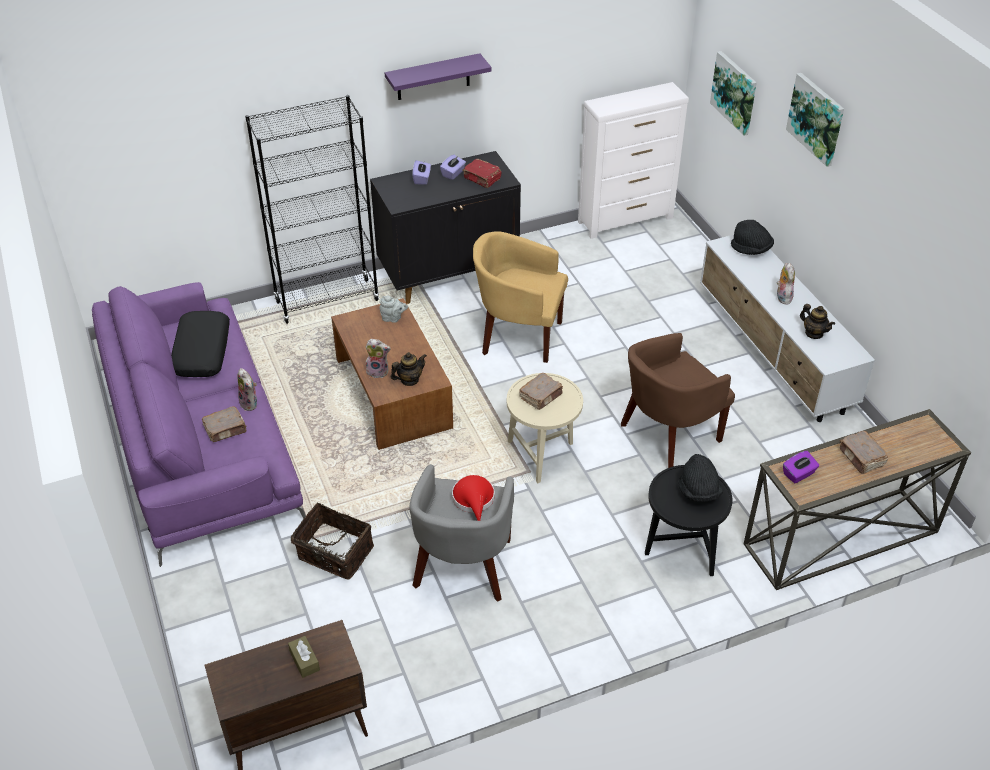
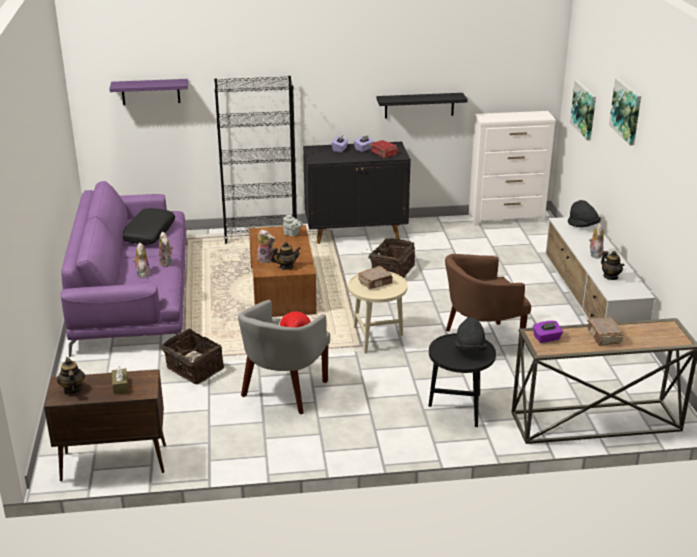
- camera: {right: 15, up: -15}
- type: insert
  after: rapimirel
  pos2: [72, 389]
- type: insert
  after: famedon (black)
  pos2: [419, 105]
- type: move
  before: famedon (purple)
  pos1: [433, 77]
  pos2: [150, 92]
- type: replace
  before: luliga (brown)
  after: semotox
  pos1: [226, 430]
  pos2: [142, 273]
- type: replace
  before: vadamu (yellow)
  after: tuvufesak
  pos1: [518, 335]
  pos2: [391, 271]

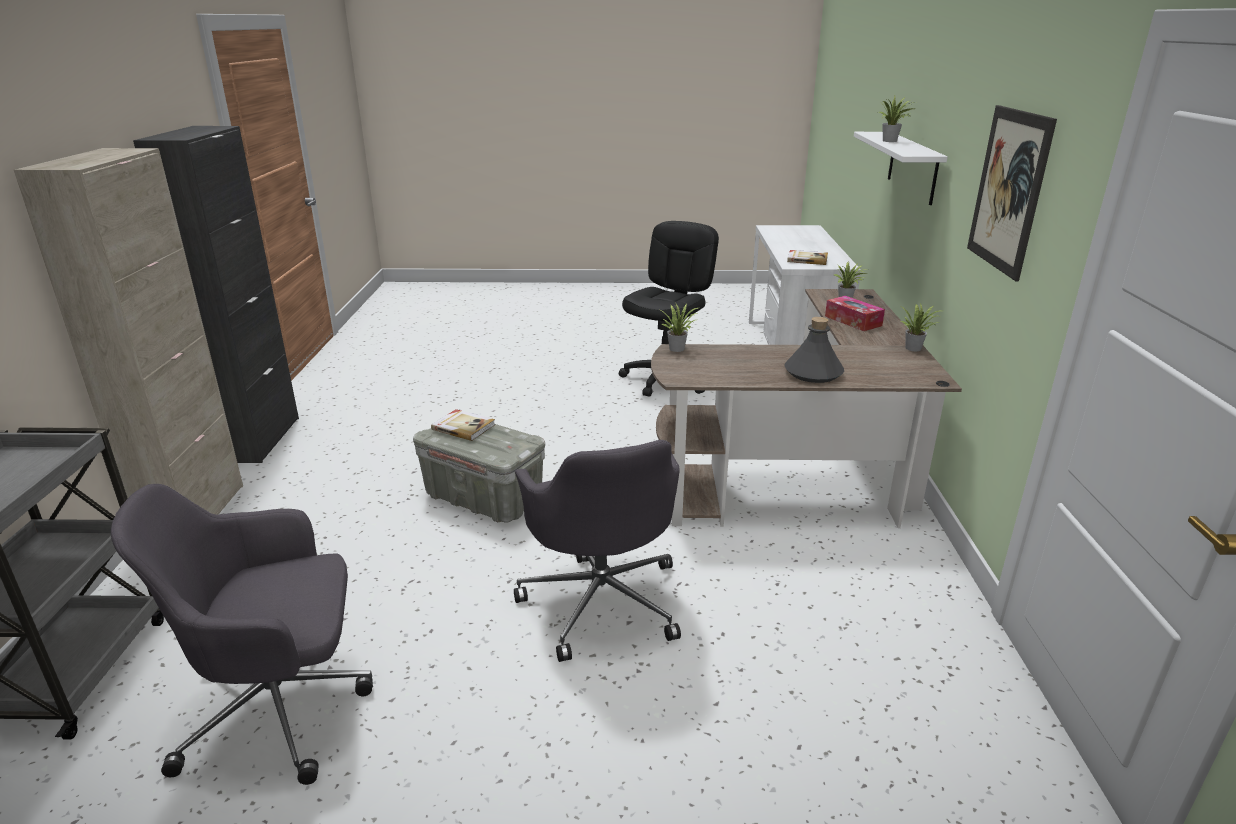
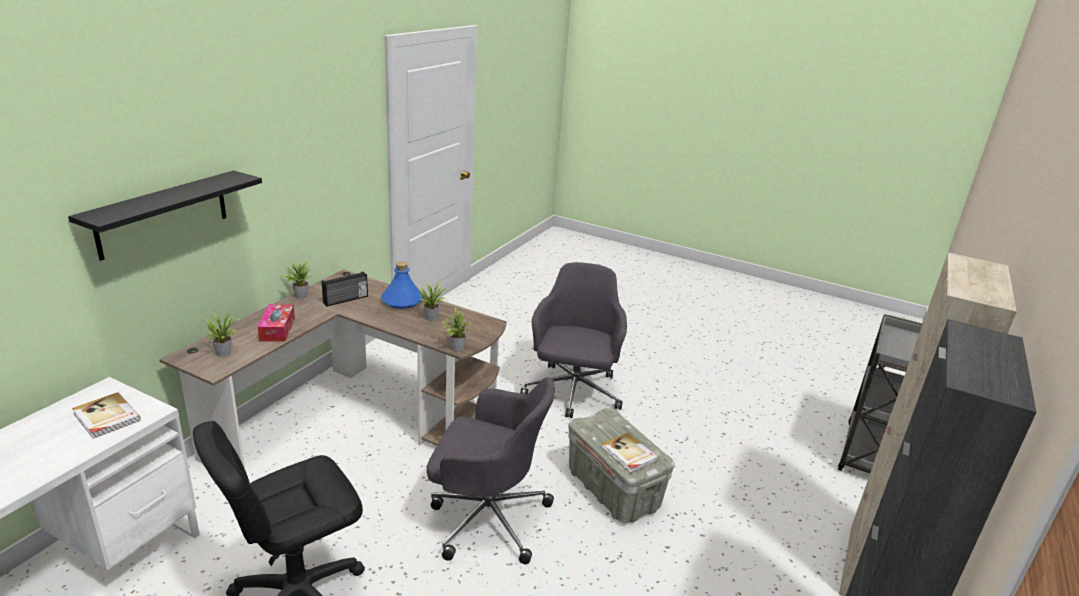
- camera: {right: -155, up: 0}
- type: delete
  before: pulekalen
  pos1: [1008, 190]
- type: insert
  after: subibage
  pos2: [346, 300]
- type: move
  before: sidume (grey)
  pos1: [281, 707]
  pos2: [486, 517]
- type: move
  before: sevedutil
  pos1: [891, 141]
  pos2: [431, 317]
- type: recolor
  before: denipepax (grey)
  after: denipepax (blue)
  pos1: [812, 373]
  pos2: [402, 301]
- type: recolor
  before: famedon (white)
  after: famedon (black)
  pos1: [912, 167]
  pos2: [163, 214]

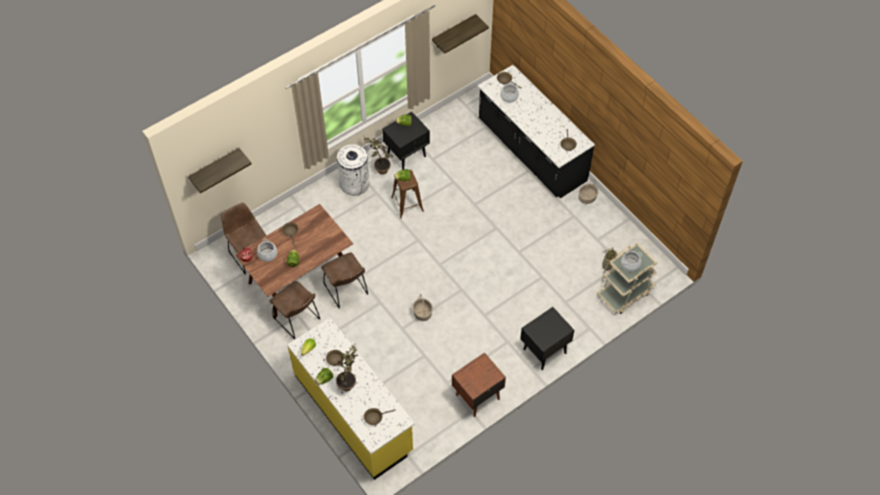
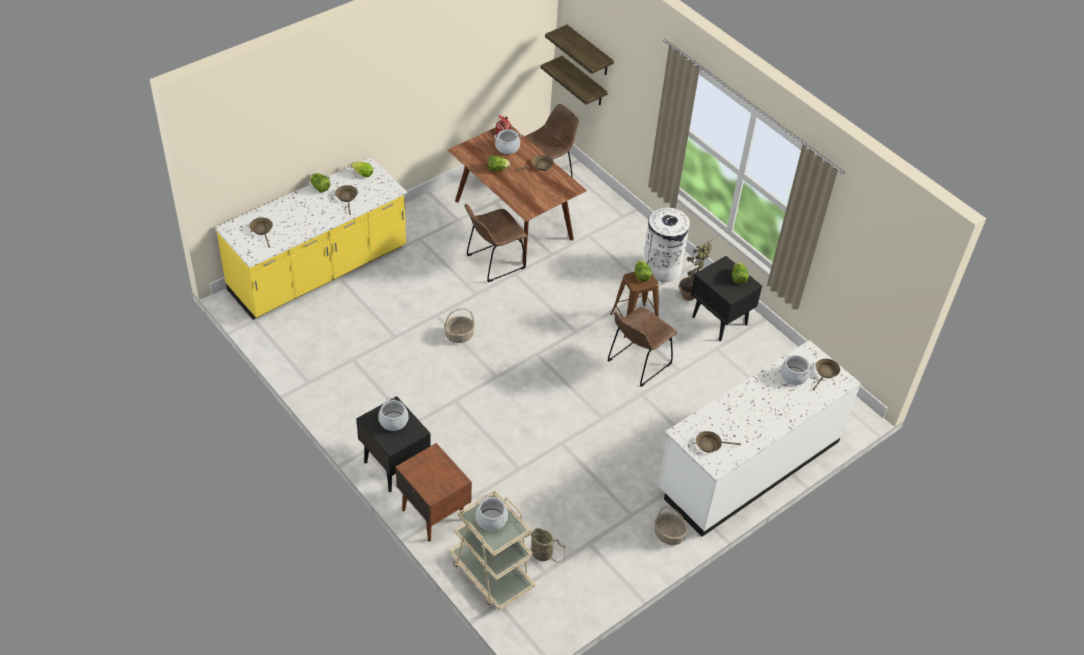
- camera: {right: 85, up: -10}
- type: delete
  before: sevedutil
  pos1: [349, 382]
- type: insert
  after: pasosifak
  pos2: [393, 421]
- type: move
  before: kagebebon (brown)
  pos1: [298, 320]
  pos2: [637, 364]
- type: move
  before: famedon
  pos1: [453, 32]
  pos2: [583, 82]
- type: move
  before: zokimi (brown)
  pos1: [477, 397]
  pos2: [433, 513]
- type: recolor
  before: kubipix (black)
  after: kubipix (white)
  pos1: [531, 151]
  pos2: [748, 465]

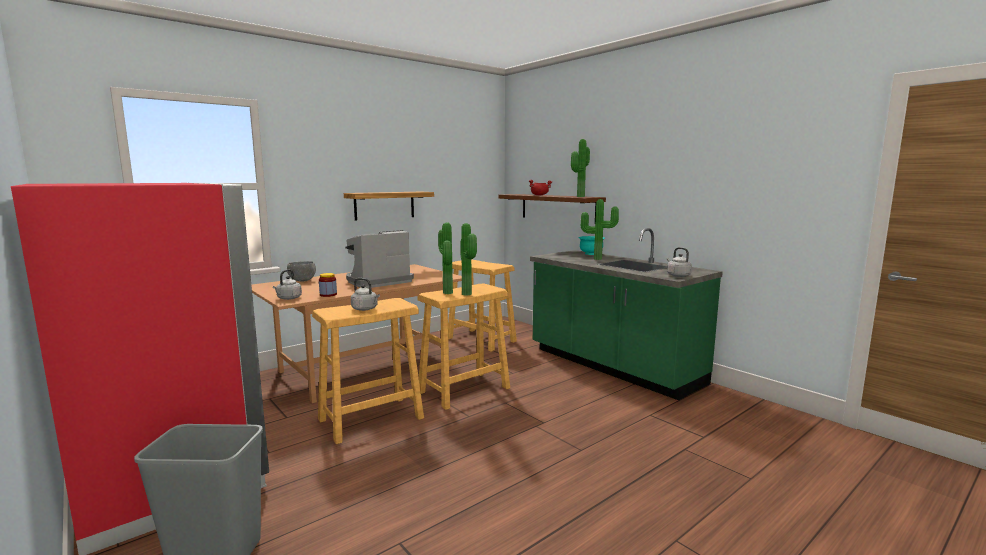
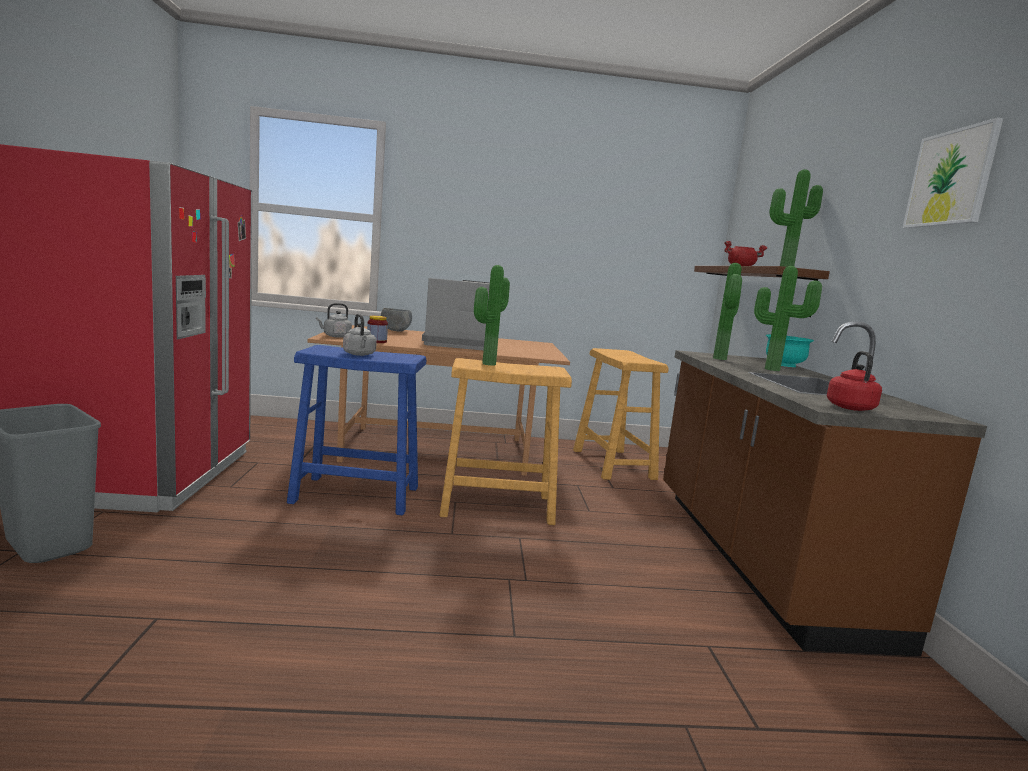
- camera: {right: 35, up: 0}
- type: delete
  before: famedon
  pos1: [384, 205]
- type: insert
  after: pulekalen
  pos2: [951, 178]
- type: move
  before: sevedutil
  pos1: [468, 294]
  pos2: [722, 359]
- type: recolor
  before: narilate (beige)
  after: narilate (blue)
  pos1: [370, 419]
  pos2: [355, 494]
- type: recolor
  before: kubipix (green)
  after: kubipix (brown)
  pos1: [612, 366]
  pos2: [756, 557]
- type: recolor
  before: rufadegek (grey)
  after: rufadegek (red)
  pos1: [677, 275]
  pos2: [849, 407]

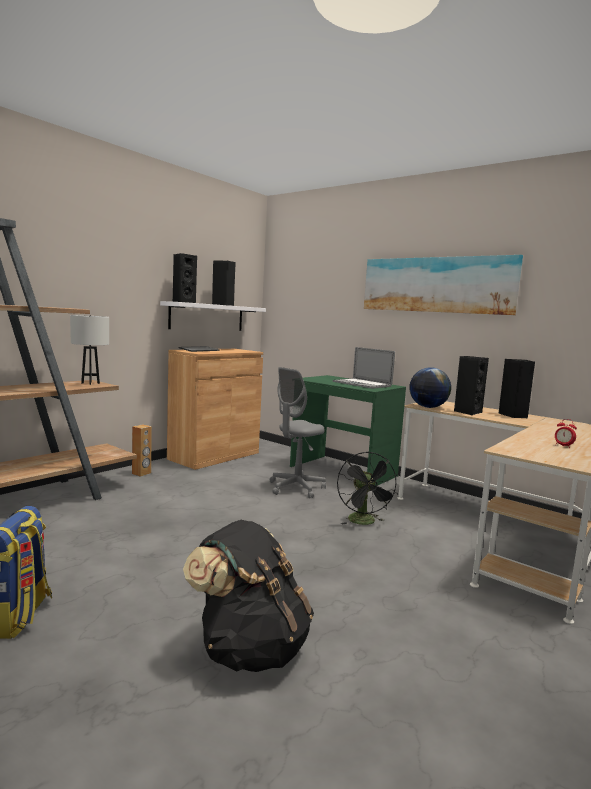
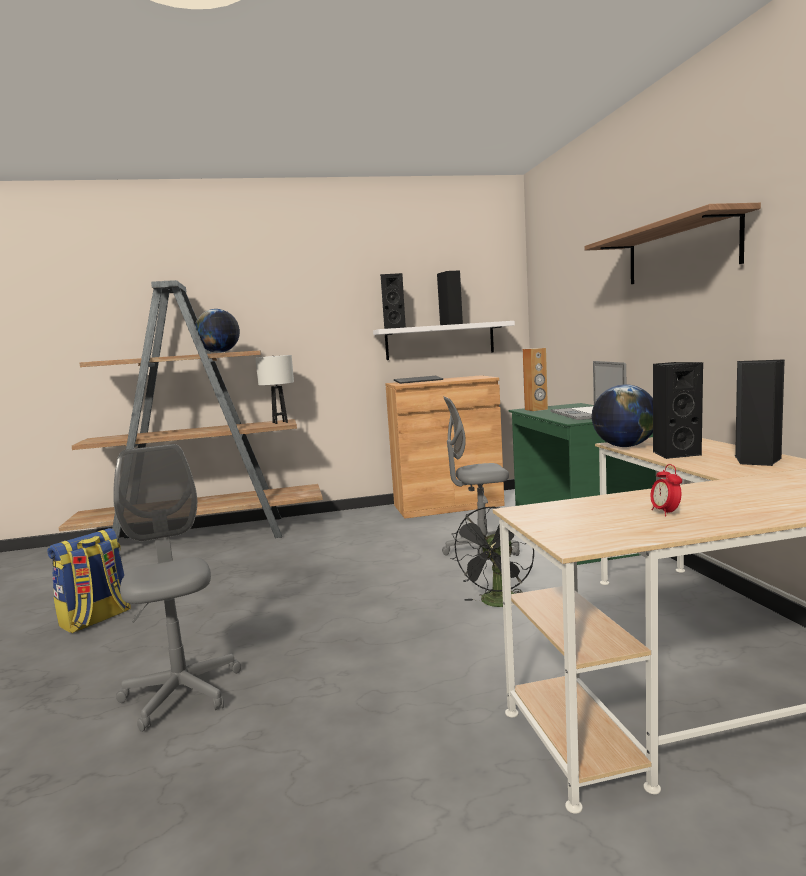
- camera: {right: 40, up: 0}
- type: insert
  after: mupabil
  pos2: [219, 352]
- type: move
  before: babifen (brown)
  pos1: [141, 473]
  pos2: [536, 409]
- type: replace
  before: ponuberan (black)
  after: sidume (grey)
  pos1: [249, 648]
  pos2: [181, 693]
- type: replace
  before: pulekalen
  after: famedon
  pos1: [436, 285]
  pos2: [680, 251]

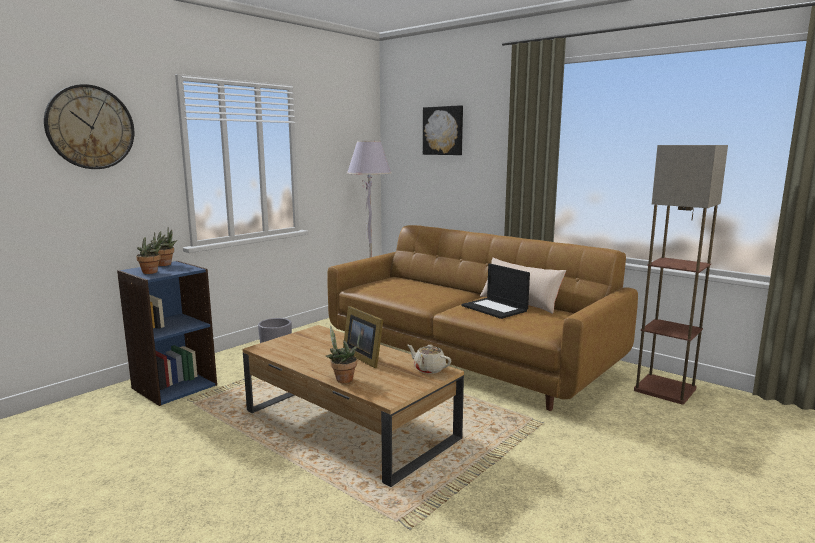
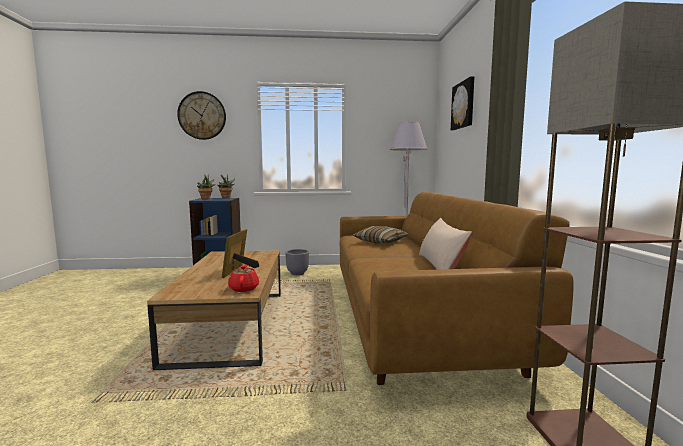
- camera: {right: 45, up: -5}
- type: delete
  before: sevedutil
  pos1: [342, 379]
- type: delete
  before: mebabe
  pos1: [495, 308]
- type: insert
  after: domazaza
  pos2: [380, 241]
- type: recolor
  before: rapimirel (beige)
  after: rapimirel (red)
  pos1: [429, 369]
  pos2: [244, 288]

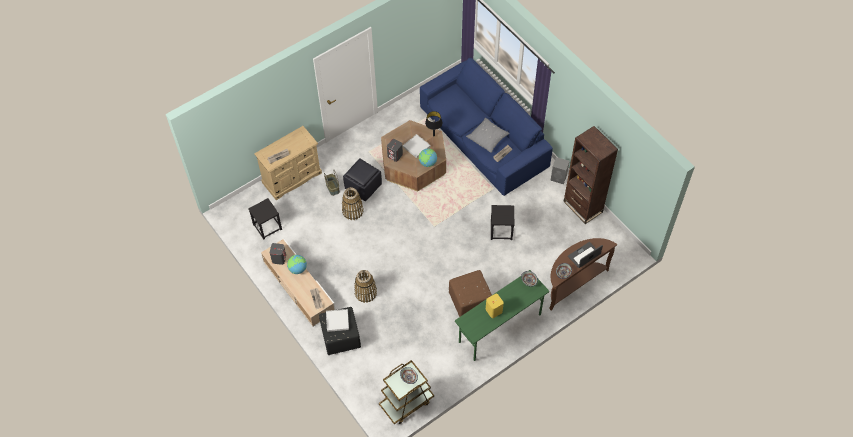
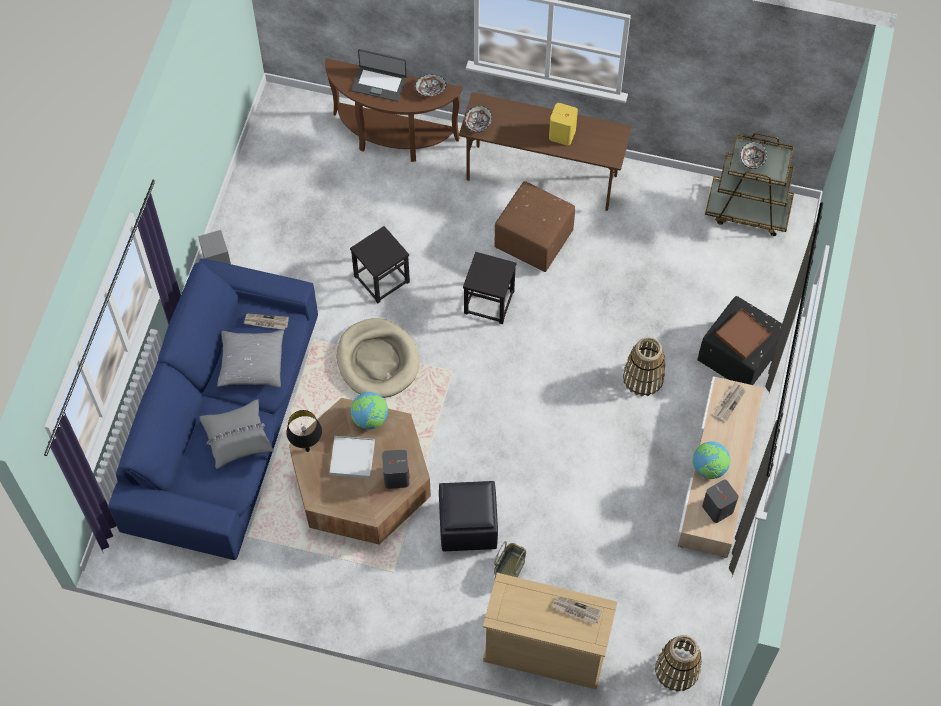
- camera: {right: -130, up: 5}
- type: delete
  before: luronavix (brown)
  pos1: [582, 207]
- type: insert
  after: domazaza (grey)
  pos2: [237, 437]
- type: insert
  after: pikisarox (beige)
  pos2: [378, 360]
- type: move
  before: narilate (black)
  pos1: [267, 227]
  pos2: [489, 301]
- type: move
  before: tuvufesak
  pos1: [352, 211]
  pos2: [677, 670]
- type: recolor
  before: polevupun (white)
  after: polevupun (brown)
  pos1: [337, 321]
  pos2: [742, 335]
- type: recolor
  before: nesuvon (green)
  after: nesuvon (brown)
  pos1: [500, 329]
  pos2: [542, 177]

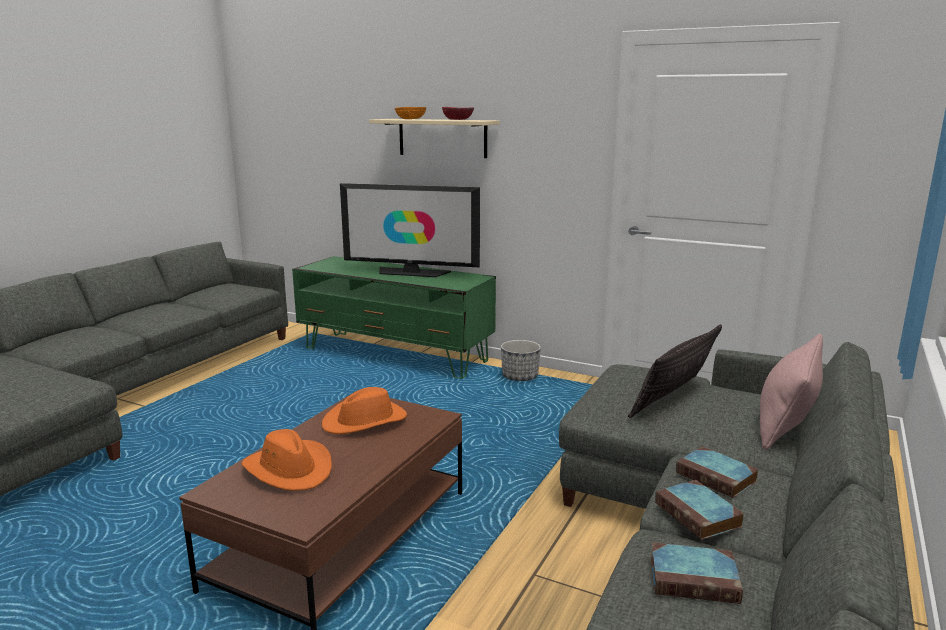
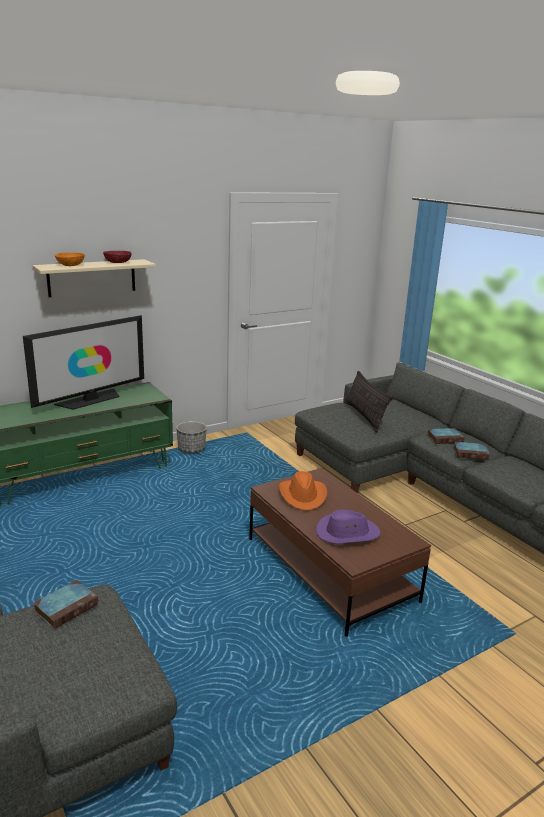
- camera: {right: -60, up: 5}
- type: delete
  before: domazaza (pink)
  pos1: [786, 422]
- type: move
  before: luliga
  pos1: [695, 579]
  pos2: [67, 607]
- type: recolor
  before: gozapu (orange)
  after: gozapu (purple)
  pos1: [289, 469]
  pos2: [347, 533]

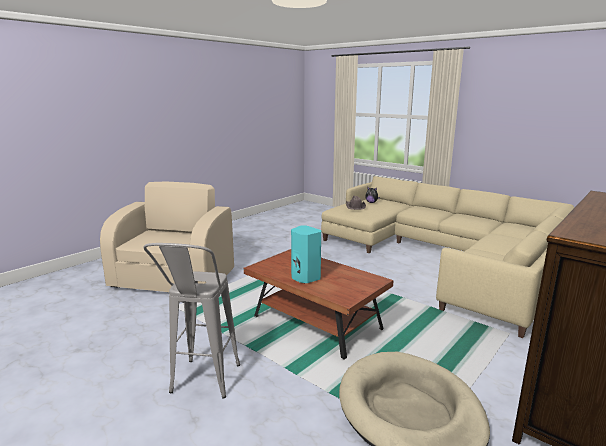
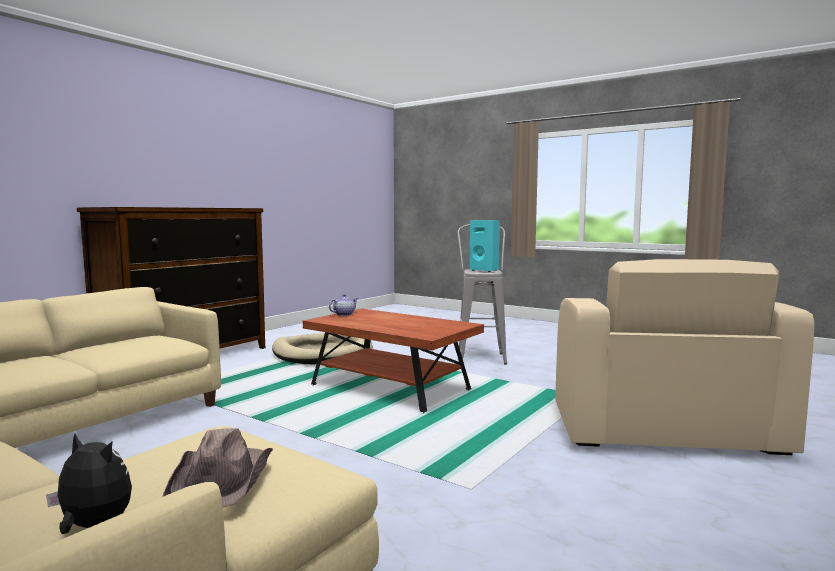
- camera: {right: 175, up: -10}
- type: insert
  after: rapimirel
  pos2: [344, 314]
- type: move
  before: babifen (turquoise)
  pos1: [304, 278]
  pos2: [485, 270]

